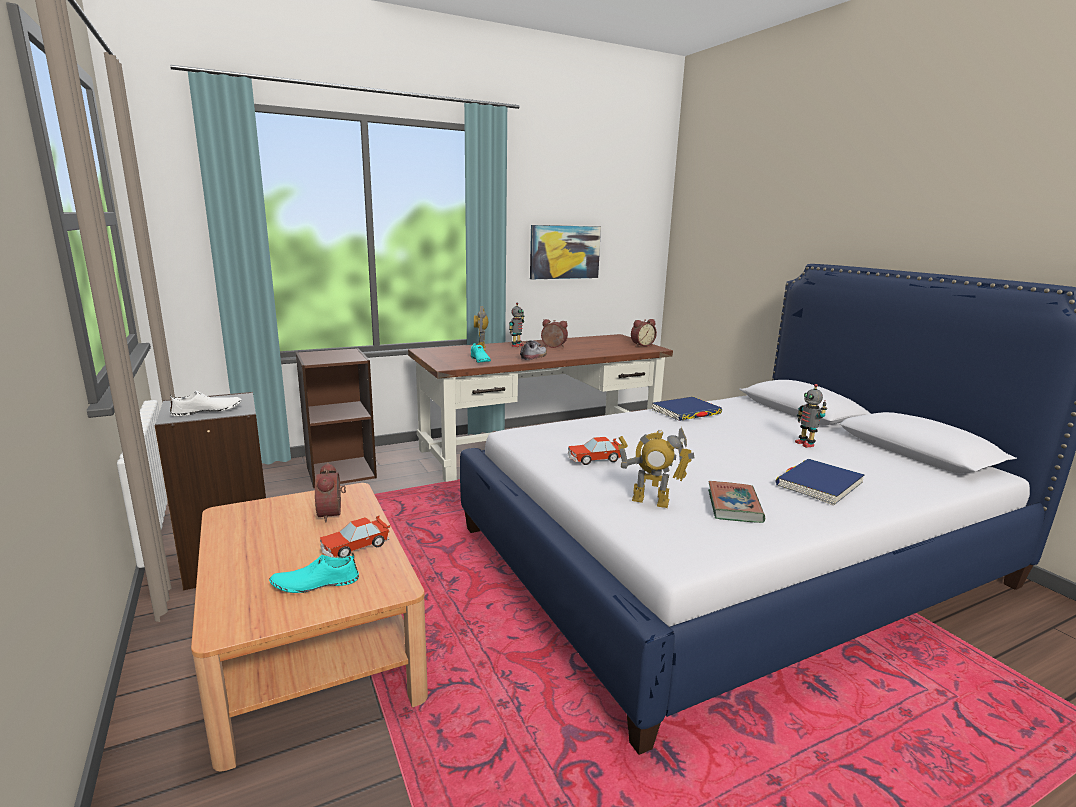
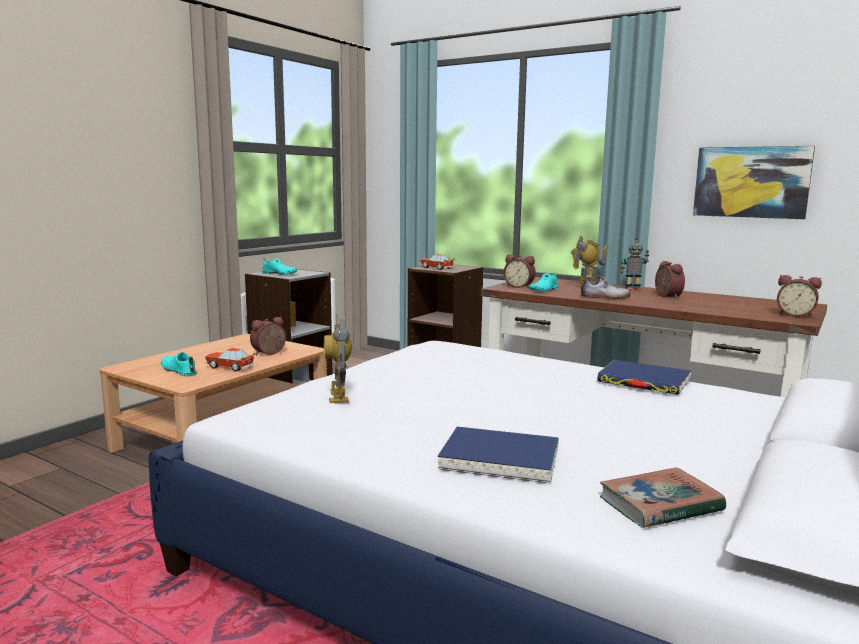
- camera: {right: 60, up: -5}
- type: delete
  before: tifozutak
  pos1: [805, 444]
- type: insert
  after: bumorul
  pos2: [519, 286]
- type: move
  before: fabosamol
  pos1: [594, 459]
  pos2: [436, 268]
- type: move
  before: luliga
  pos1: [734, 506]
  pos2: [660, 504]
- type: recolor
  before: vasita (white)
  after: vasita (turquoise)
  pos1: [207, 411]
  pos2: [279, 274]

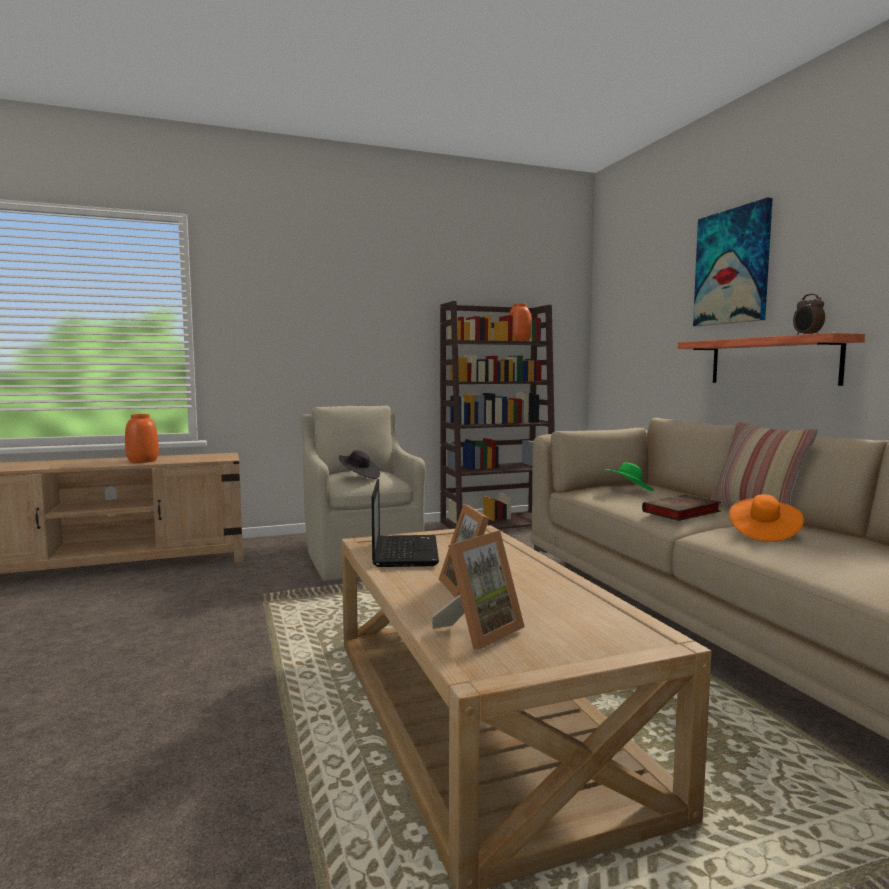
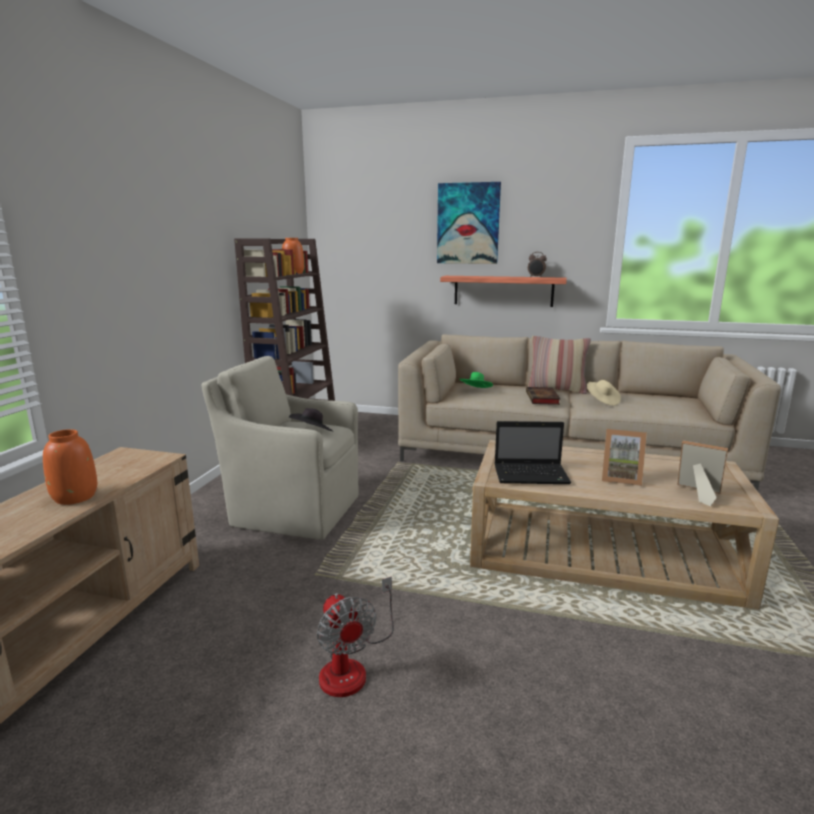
- camera: {right: -55, up: 10}
- type: insert
  after: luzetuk
  pos2: [352, 666]
- type: recolor
  before: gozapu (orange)
  after: gozapu (beige)
  pos1: [763, 534]
  pos2: [602, 401]
- type: rotate
  before: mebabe
  pos1: [404, 551]
  pos2: [532, 475]
  turn: 150
- type: rotate
  before: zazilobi
  pos1: [479, 631]
  pos2: [697, 494]
  turn: -45

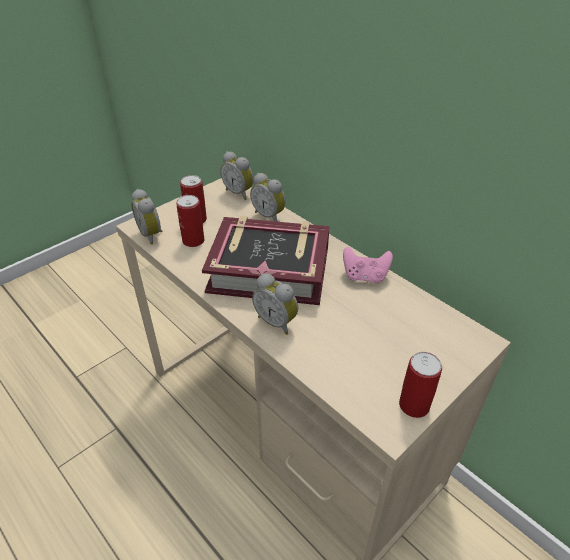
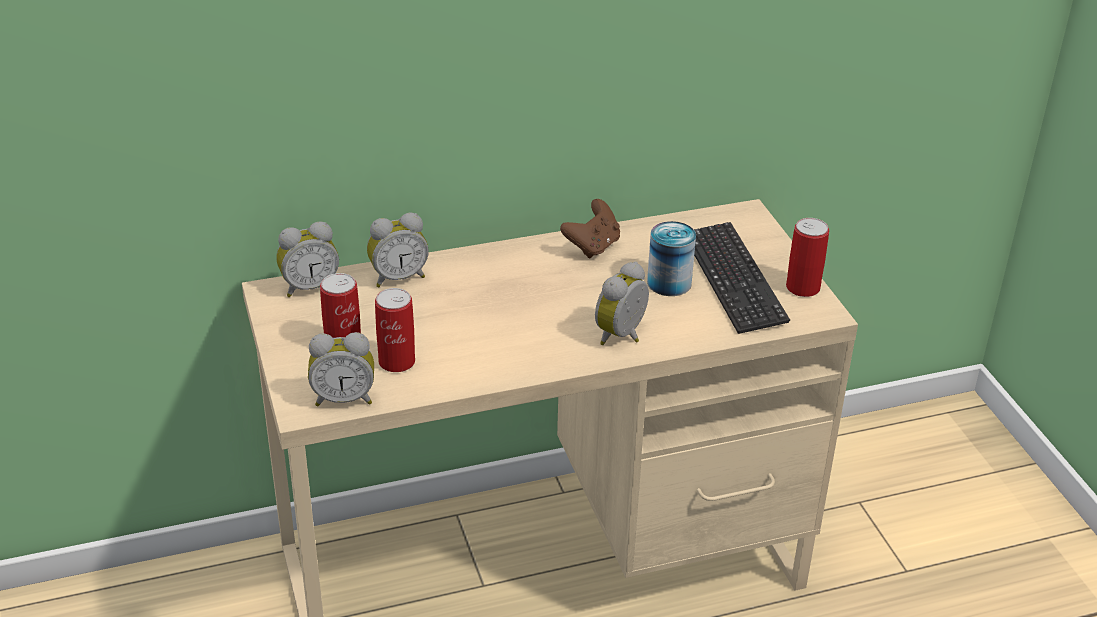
- camera: {right: -65, up: -5}
- type: delete
  before: luliga
  pos1: [269, 269]
- type: insert
  after: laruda
  pos2: [669, 283]
- type: insert
  after: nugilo
  pos2: [733, 279]
- type: recolor
  before: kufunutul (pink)
  after: kufunutul (brown)
  pos1: [365, 276]
  pos2: [592, 246]
- type: rotate
  before: bumorul
  pos1: [277, 322]
  pos2: [623, 336]
  turn: 150

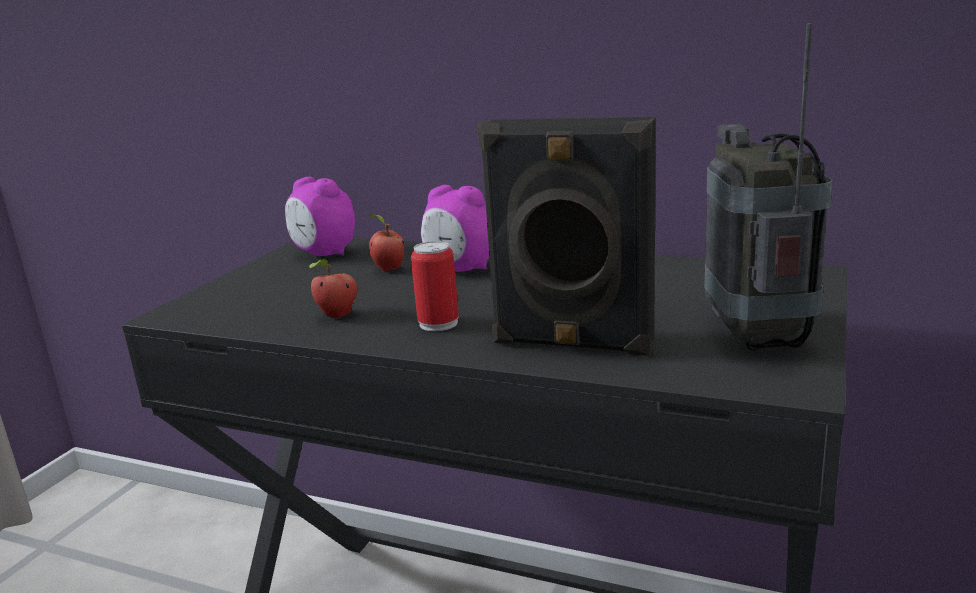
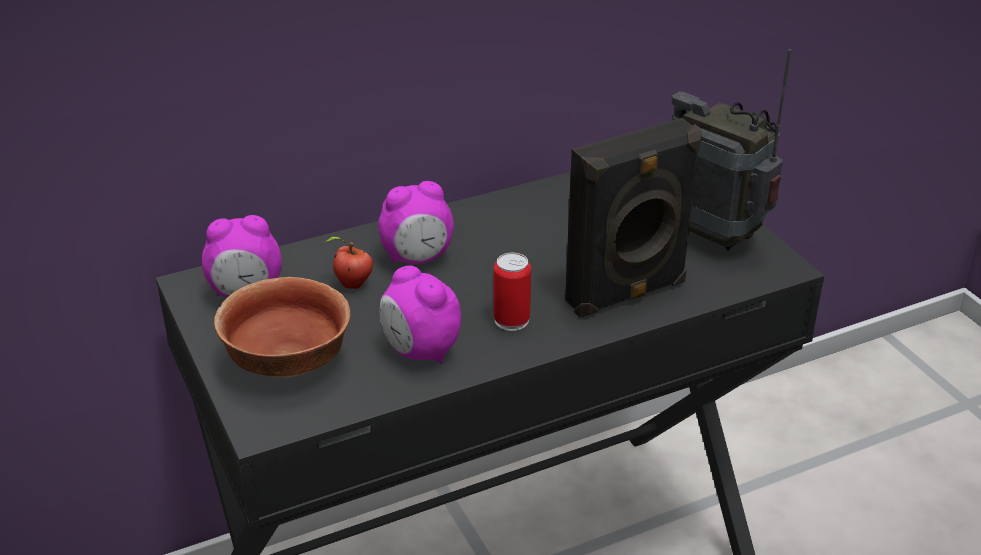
- camera: {right: -50, up: 15}
- type: insert
  after: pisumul
  pos2: [288, 362]
- type: replace
  before: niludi
  after: bumorul
  pos1: [337, 316]
  pos2: [420, 351]

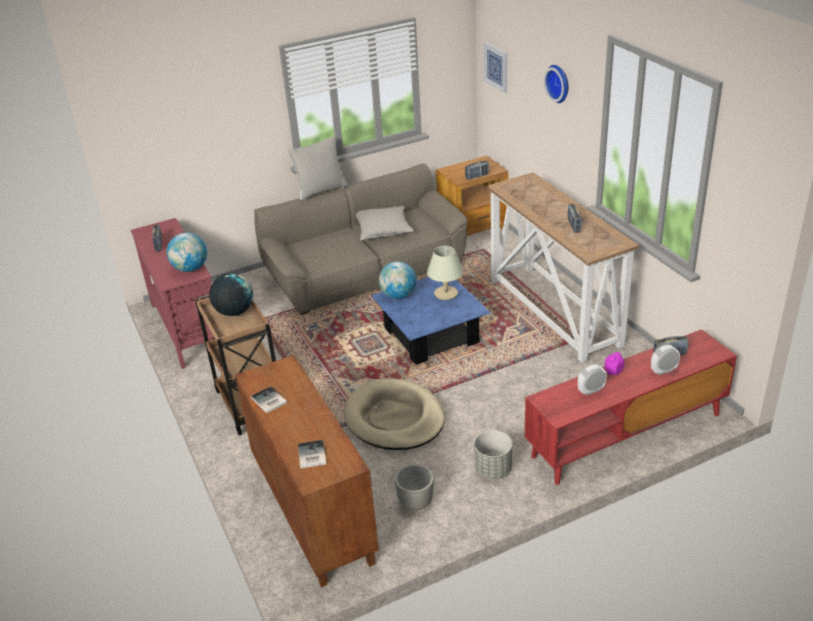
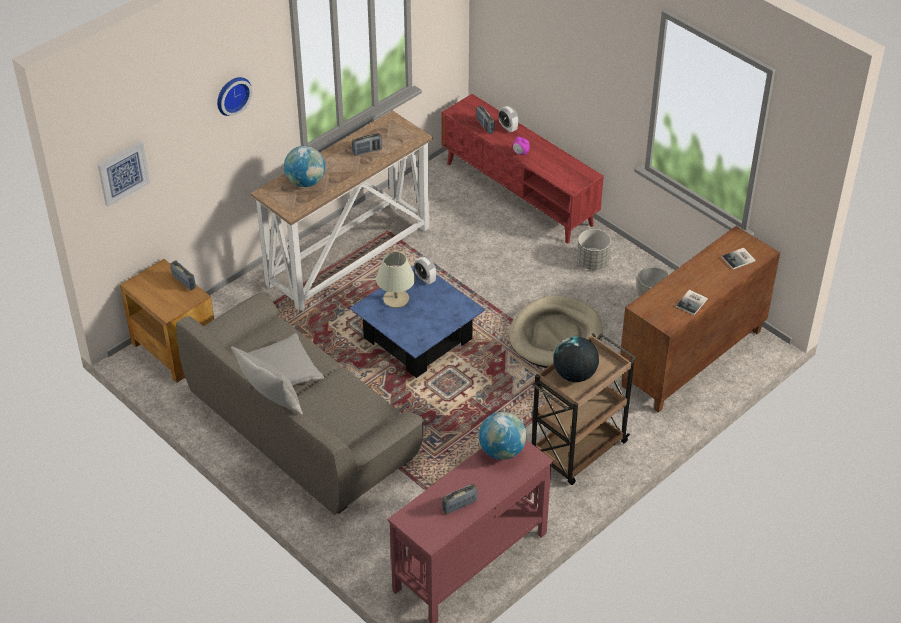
- camera: {right: -110, up: 10}
- type: move
  before: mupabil
  pos1: [398, 295]
  pos2: [306, 182]
- type: move
  before: bumorul
  pos1: [591, 390]
  pos2: [425, 279]

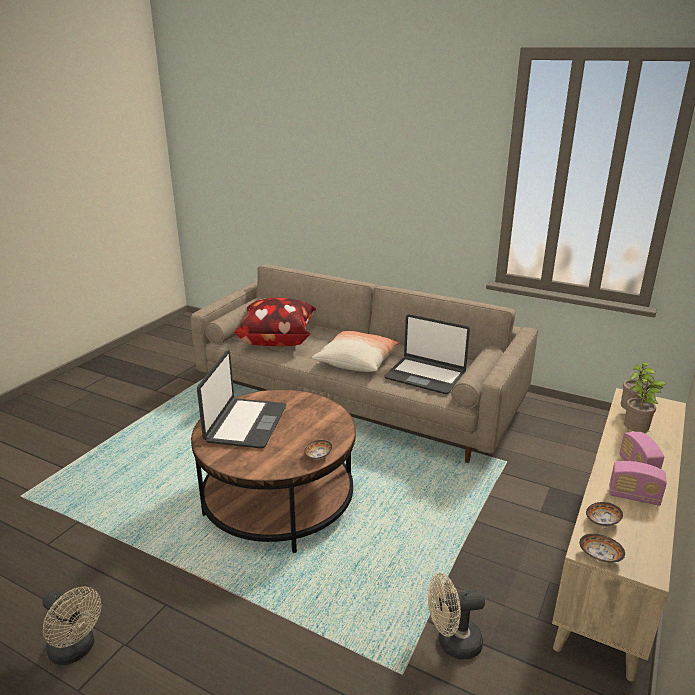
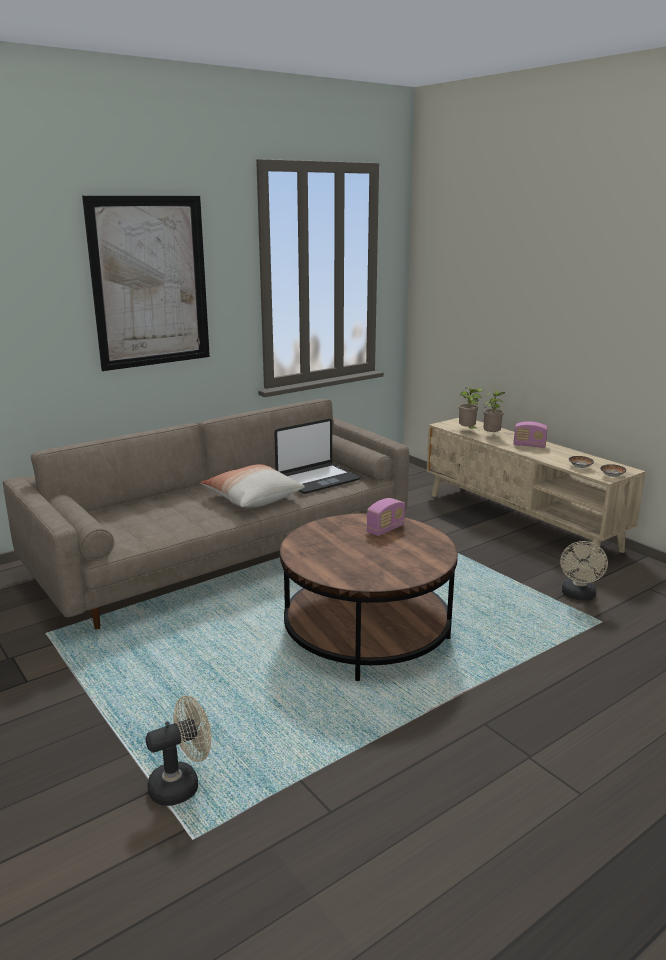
- camera: {right: -65, up: -5}
- type: delete
  before: mebabe
  pos1: [245, 424]
- type: delete
  before: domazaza
  pos1: [277, 340]
- type: delete
  before: pisumul
  pos1: [318, 456]
- type: insert
  after: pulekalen
  pos2: [150, 282]
- type: move
  before: luzetuk (beige)
  pos1: [76, 650]
  pos2: [182, 784]
- type: move
  before: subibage
  pos1: [633, 496]
  pos2: [385, 529]

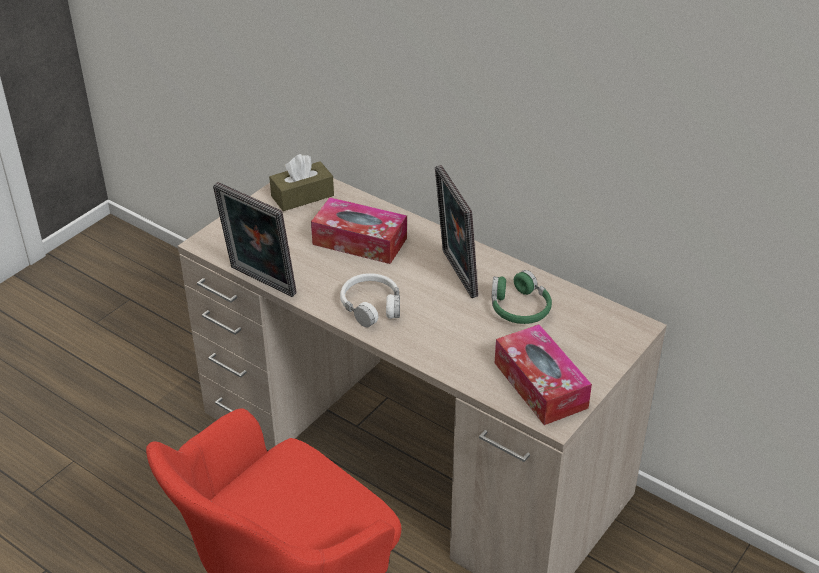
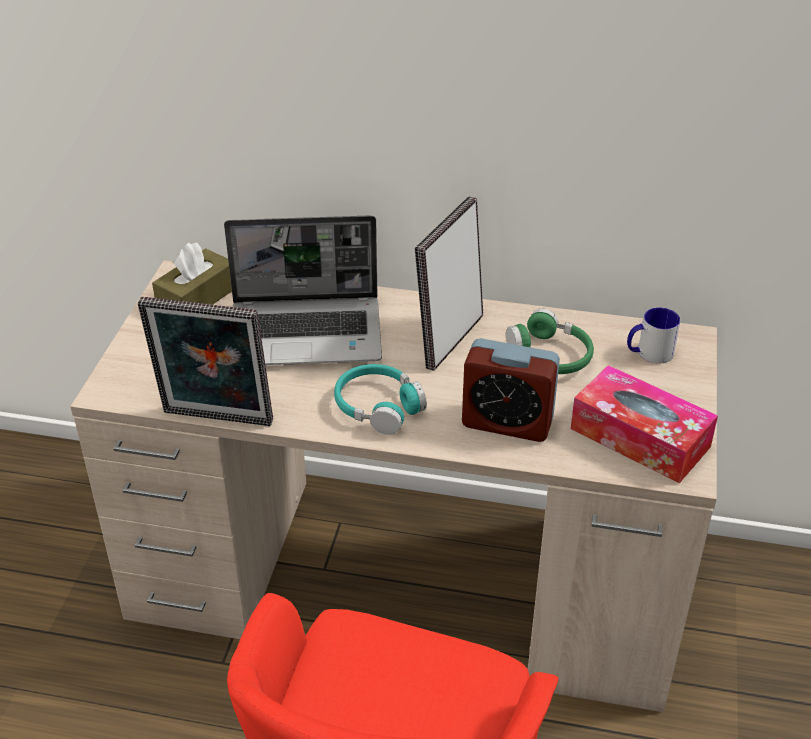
- camera: {right: -25, up: 0}
- type: insert
  after: bumorul
  pos2: [507, 422]
- type: insert
  after: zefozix
  pos2: [649, 353]
- type: replace
  before: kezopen
  after: mebabe
  pos1: [359, 241]
  pos2: [308, 333]
- type: recolor
  before: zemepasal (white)
  after: zemepasal (turquoise)
  pos1: [371, 306]
  pos2: [378, 407]
- type: rotate
  before: zazilobi
  pos1: [455, 274]
  pos2: [449, 339]
  turn: 75

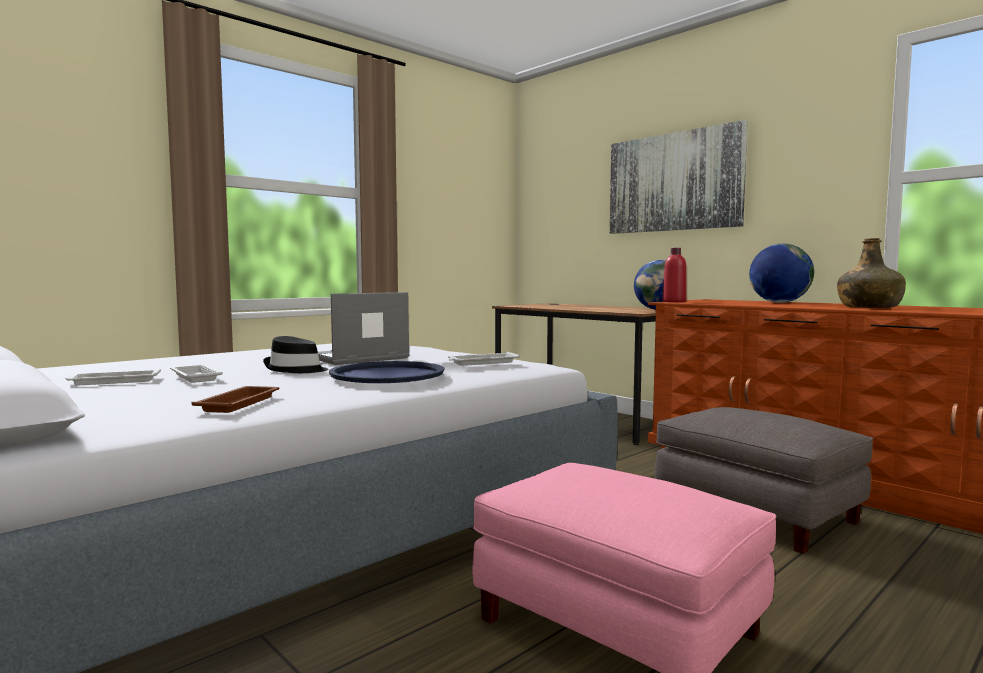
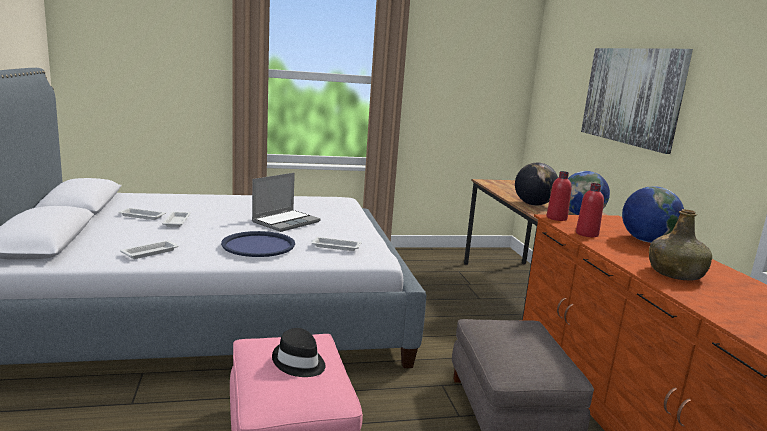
- camera: {right: 30, up: 10}
- type: insert
  after: mupabil
  pos2: [533, 204]
- type: insert
  after: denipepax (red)
  pos2: [587, 234]
- type: move
  before: gozapu (black)
  pos1: [295, 369]
  pos2: [299, 362]
- type: recolor
  before: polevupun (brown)
  after: polevupun (white)
  pos1: [240, 403]
  pos2: [151, 252]
- type: rotate
  before: mebabe
  pos1: [358, 358]
  pos2: [286, 222]
  turn: 135

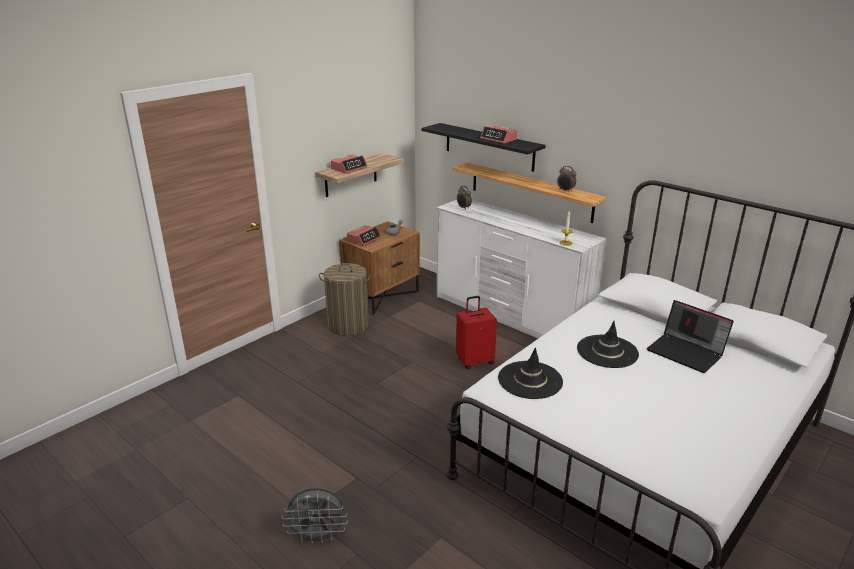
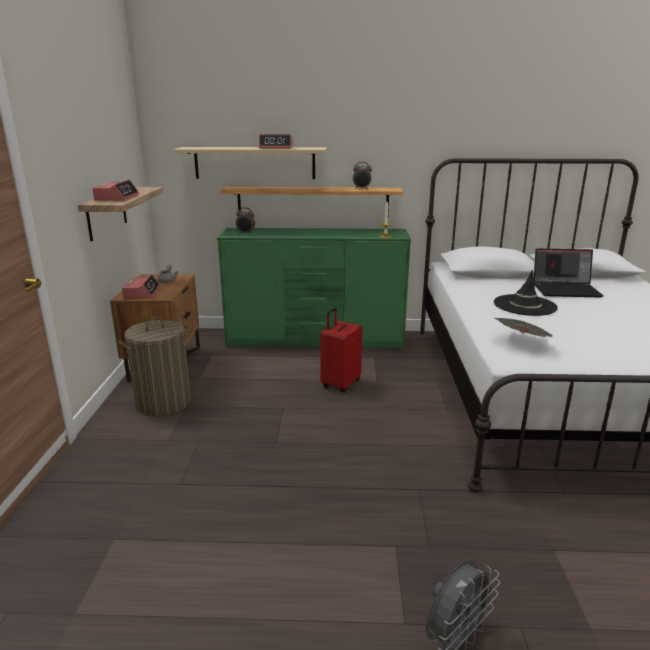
- camera: {right: -40, up: -5}
- type: replace
  before: gozapu (black)
  after: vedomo
  pos1: [530, 380]
  pos2: [522, 342]
- type: recolor
  before: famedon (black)
  after: famedon (beige)
  pos1: [489, 147]
  pos2: [254, 163]
- type: recolor
  before: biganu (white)
  after: biganu (green)
  pos1: [510, 316]
  pos2: [316, 339]

